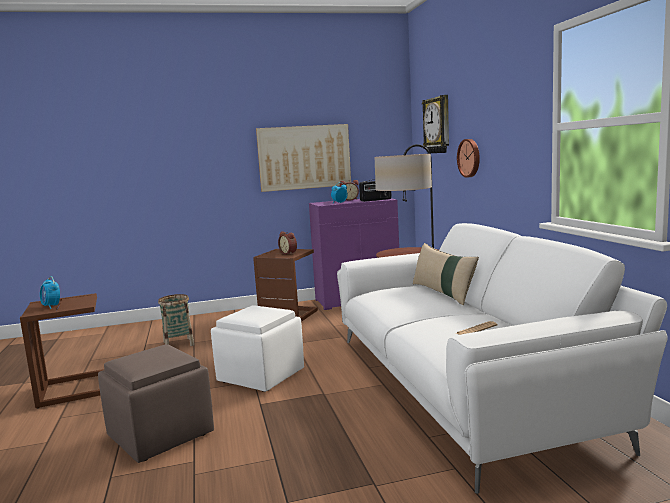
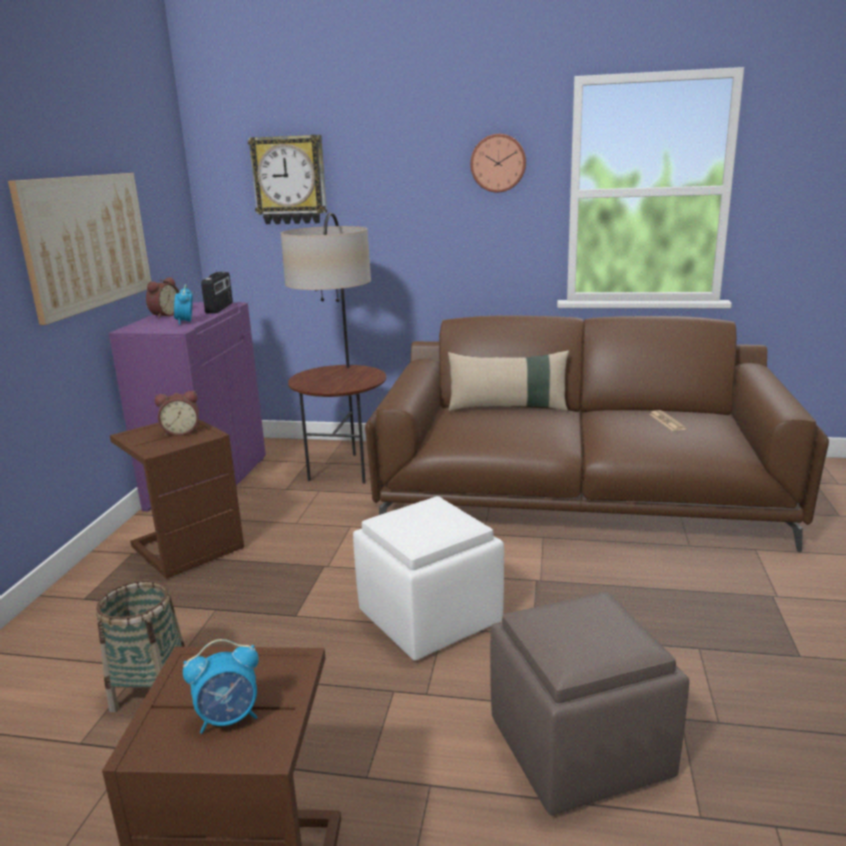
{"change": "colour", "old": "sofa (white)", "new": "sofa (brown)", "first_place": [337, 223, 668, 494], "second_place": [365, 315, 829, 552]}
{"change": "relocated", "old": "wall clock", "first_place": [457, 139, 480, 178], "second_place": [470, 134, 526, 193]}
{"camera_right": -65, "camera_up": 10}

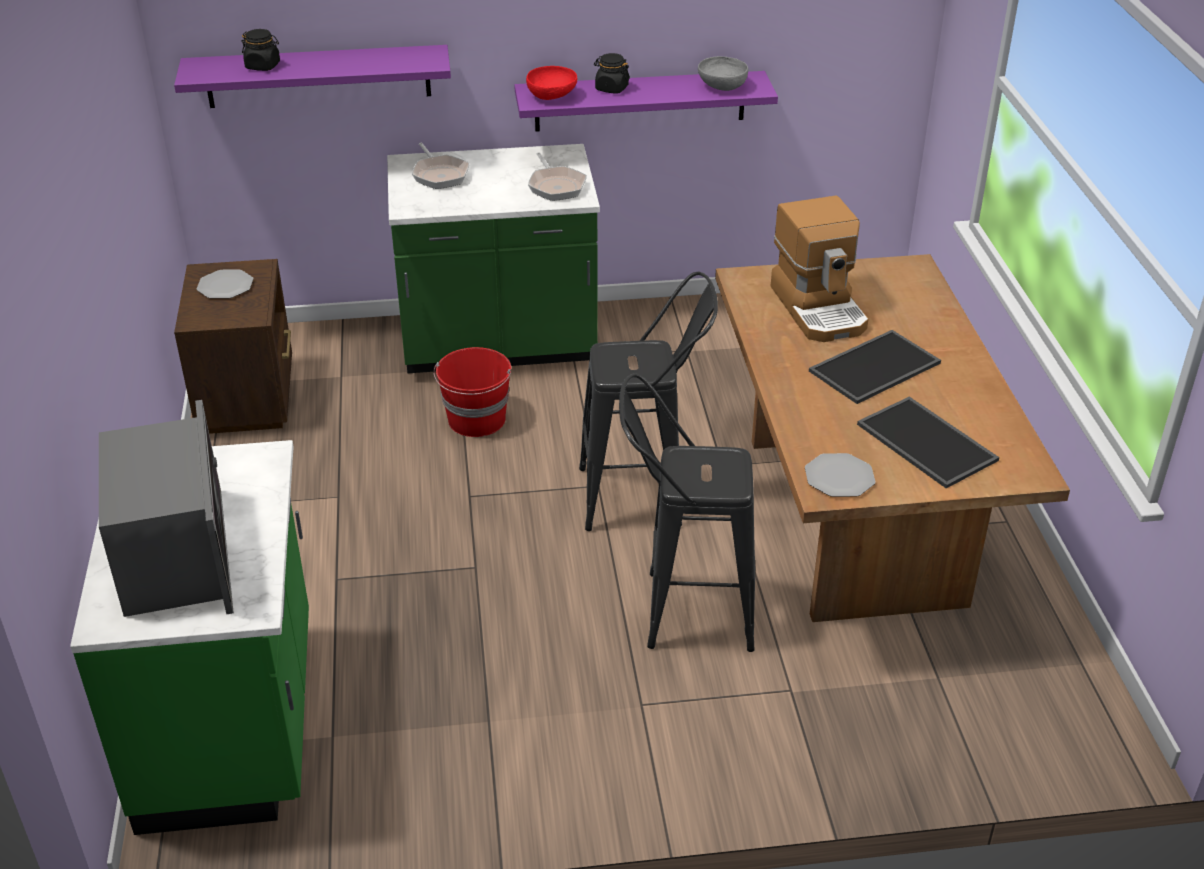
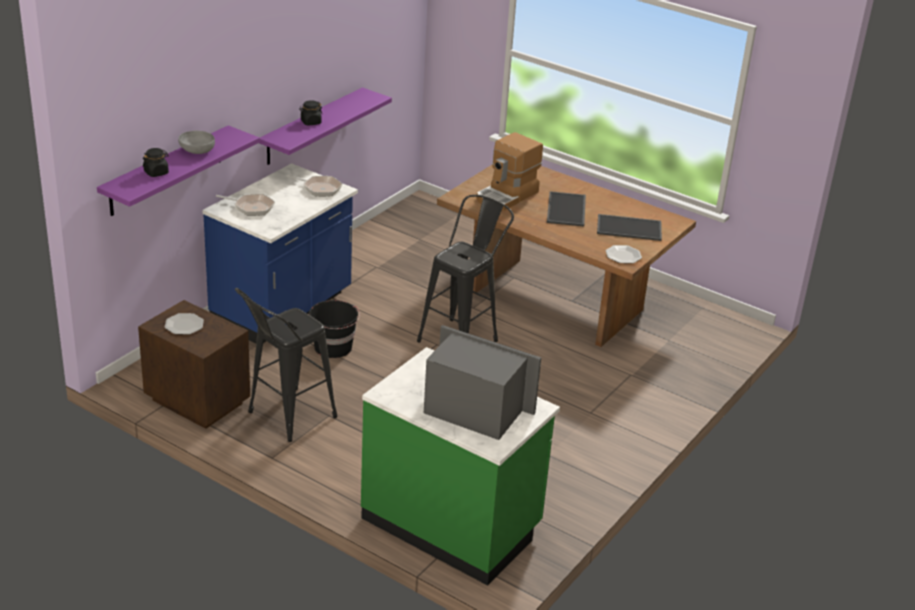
{"change": "relocated", "old": "bowl (grey)", "first_place": [698, 56, 748, 91], "second_place": [178, 131, 215, 154]}
{"change": "colour", "old": "counter (green)", "new": "counter (blue)", "first_place": [387, 144, 600, 374], "second_place": [202, 163, 358, 344]}
{"change": "relocated", "old": "stool (black)", "first_place": [619, 373, 756, 652], "second_place": [235, 288, 337, 442]}
{"change": "colour", "old": "bucket (red)", "new": "bucket (black)", "first_place": [433, 347, 511, 437], "second_place": [309, 300, 360, 358]}
{"change": "spun", "old": "coffee machine", "first_place": [771, 196, 868, 342], "second_place": [476, 132, 543, 211], "degrees": 105}
{"change": "missing", "old": "bowl (red)", "first_place": [526, 66, 577, 100]}
{"camera_right": -50, "camera_up": -5}

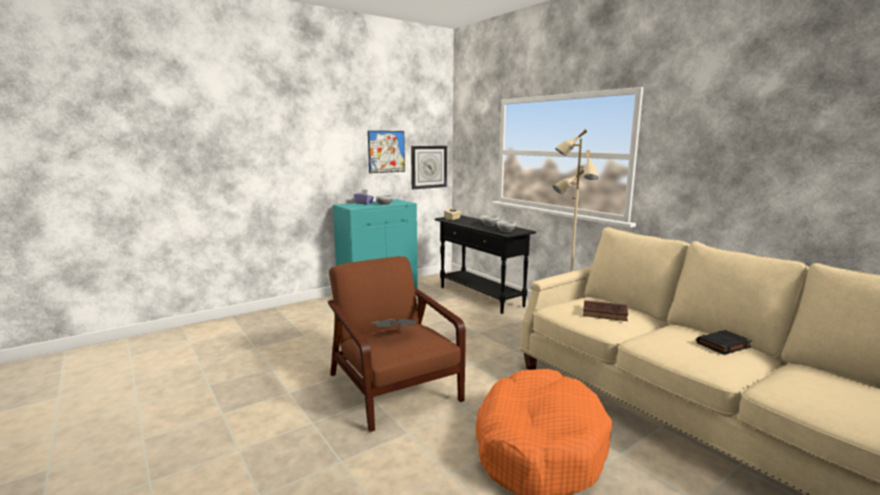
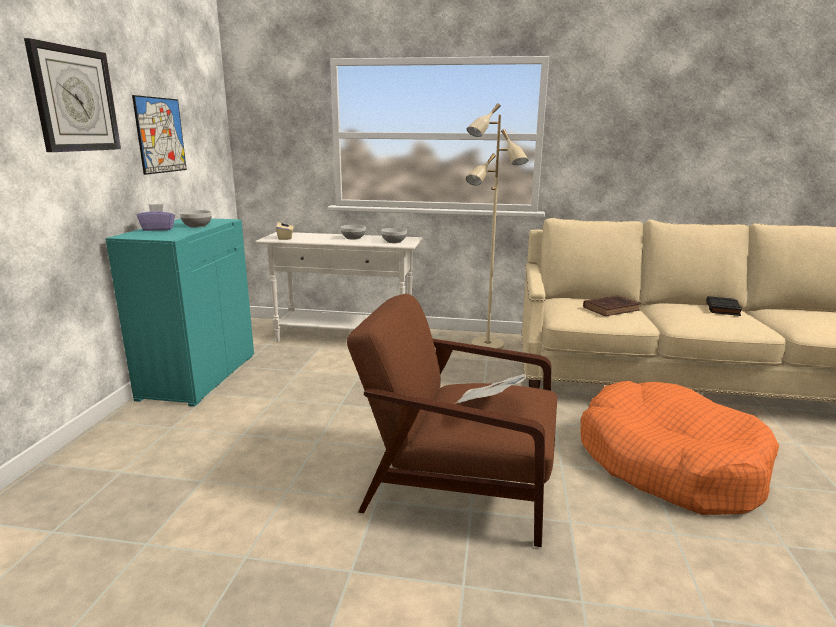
{"change": "relocated", "old": "wall clock", "first_place": [411, 146, 447, 189], "second_place": [24, 38, 121, 152]}
{"change": "colour", "old": "console table (black)", "new": "console table (white)", "first_place": [435, 215, 536, 314], "second_place": [256, 232, 422, 342]}
{"camera_right": -45, "camera_up": 5}

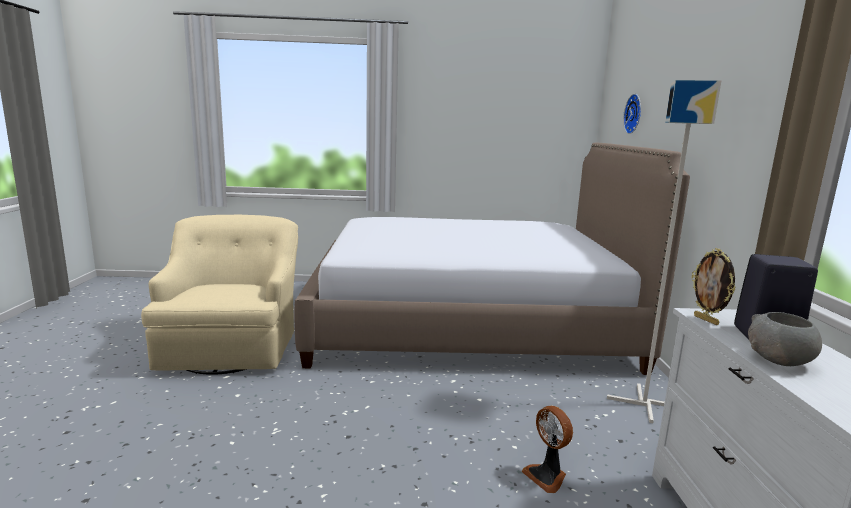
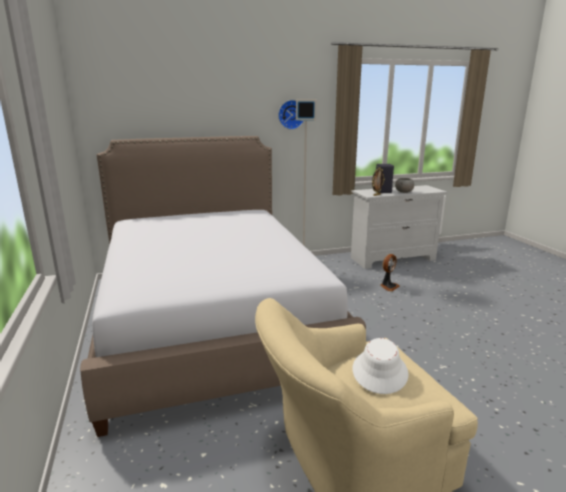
{"change": "relocated", "old": "wall clock", "first_place": [623, 94, 641, 134], "second_place": [278, 100, 304, 130]}
{"change": "appeared", "new": "hat (white)", "second_place": [353, 338, 408, 394]}
{"camera_right": -105, "camera_up": 5}

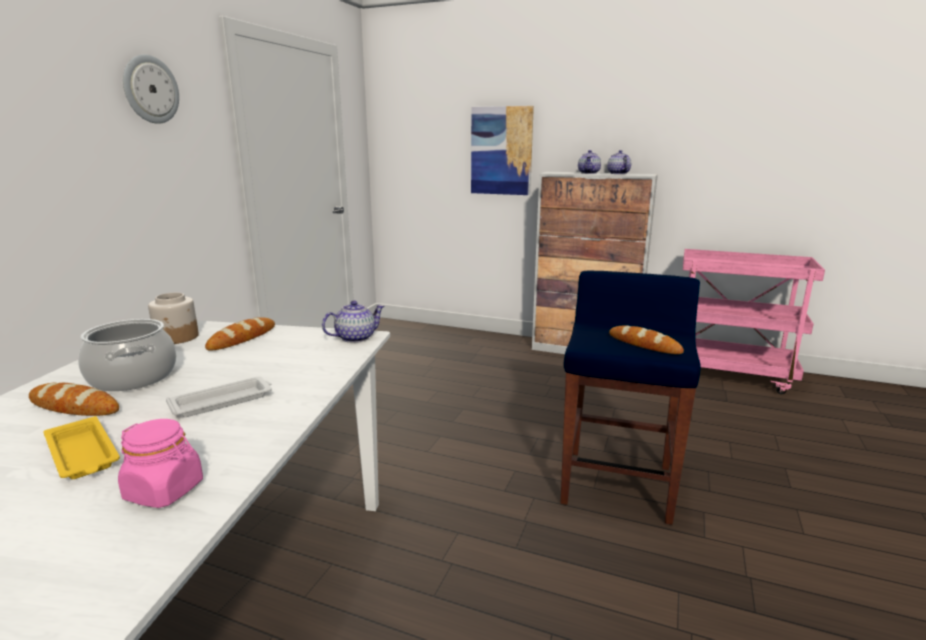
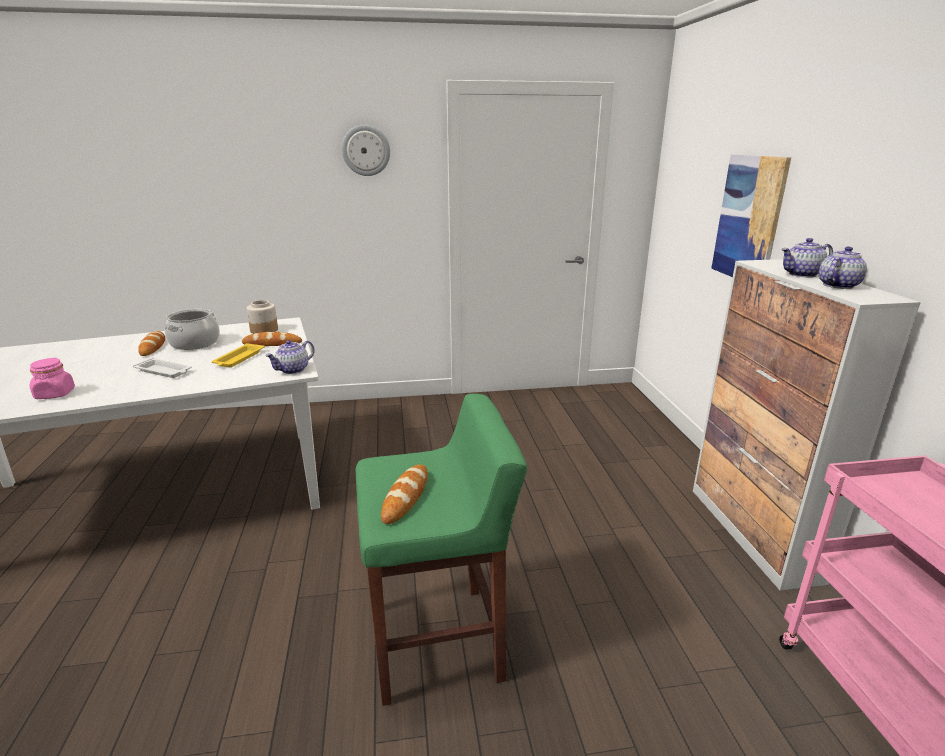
{"change": "relocated", "old": "tray (yellow)", "first_place": [44, 416, 120, 479], "second_place": [212, 343, 264, 367]}
{"change": "spun", "old": "teapot", "first_place": [322, 300, 385, 343], "second_place": [265, 340, 315, 374], "degrees": 105}
{"change": "colour", "old": "stool (blue)", "new": "stool (green)", "first_place": [560, 270, 701, 525], "second_place": [356, 394, 527, 706]}
{"camera_right": 60, "camera_up": 5}

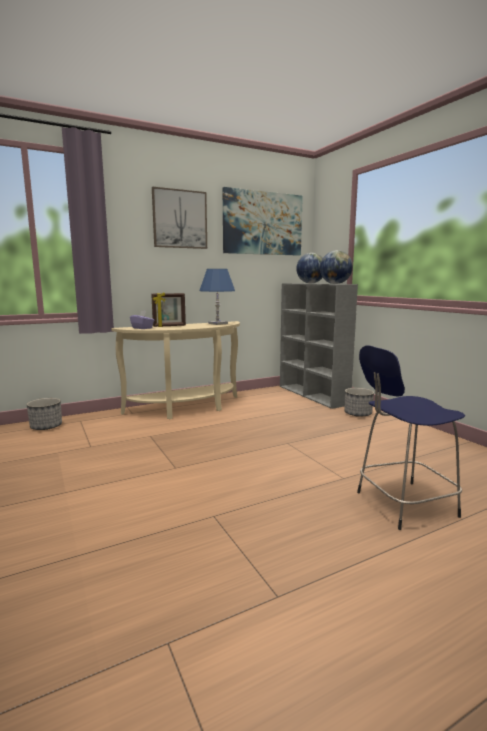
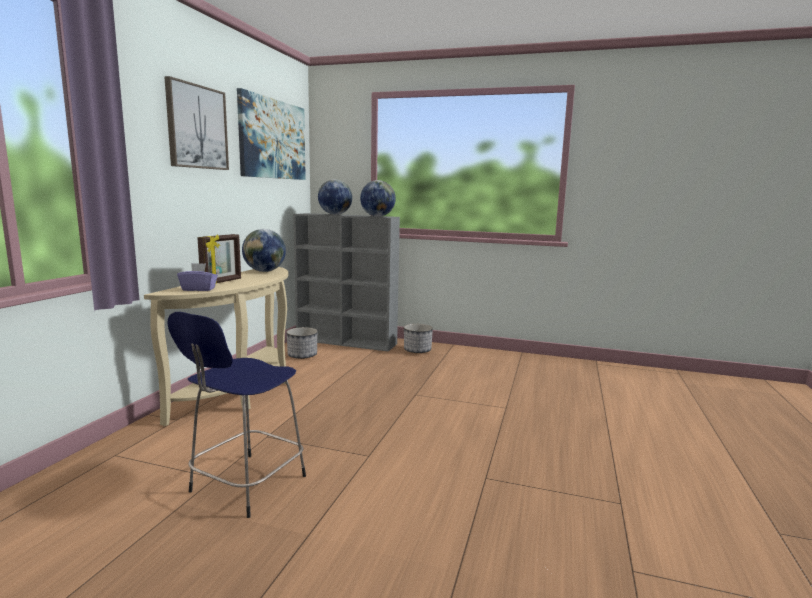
{"change": "relocated", "old": "stool (blue)", "first_place": [357, 345, 465, 530], "second_place": [167, 312, 306, 518]}
{"change": "exchanged", "old": "table lamp (blue)", "new": "globe", "first_place": [199, 269, 235, 325], "second_place": [242, 229, 286, 272]}
{"change": "relocated", "old": "planter", "first_place": [27, 398, 62, 430], "second_place": [286, 327, 317, 359]}
{"camera_right": -45, "camera_up": 0}

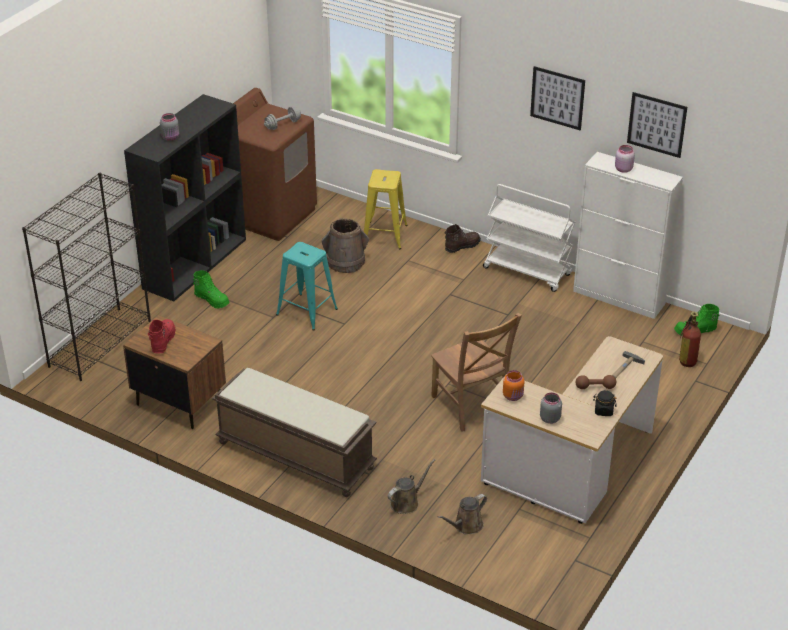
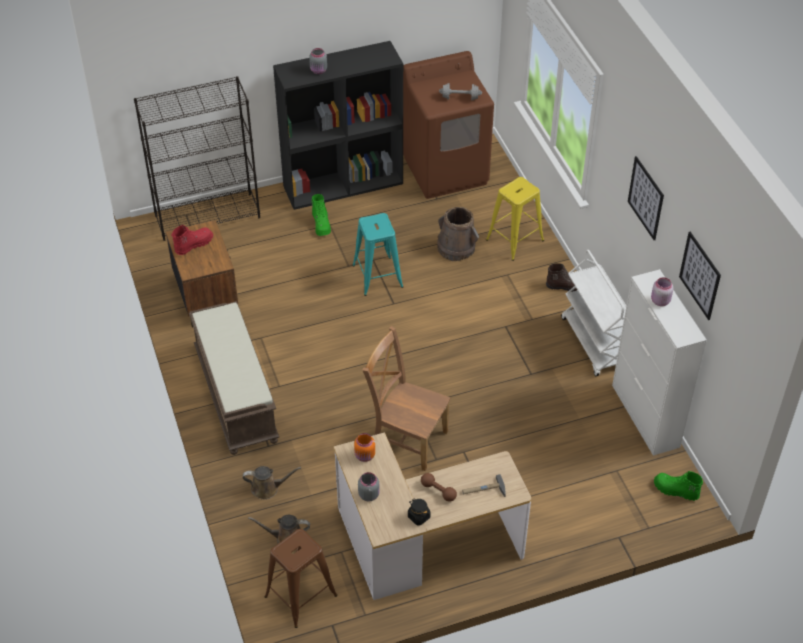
{"change": "appeared", "new": "stool (brown)", "second_place": [265, 529, 337, 628]}
{"change": "spun", "old": "chair (brown)", "first_place": [431, 313, 522, 432], "second_place": [363, 326, 450, 471], "degrees": 105}
{"change": "missing", "old": "fire extinguisher", "first_place": [679, 311, 701, 367]}
{"camera_right": 40, "camera_up": 10}

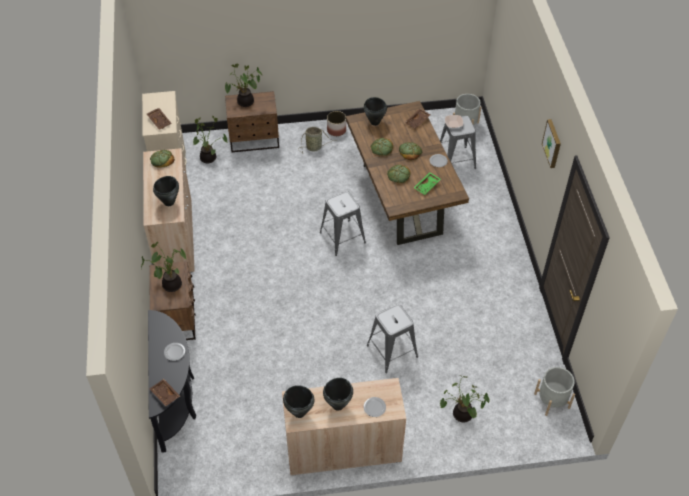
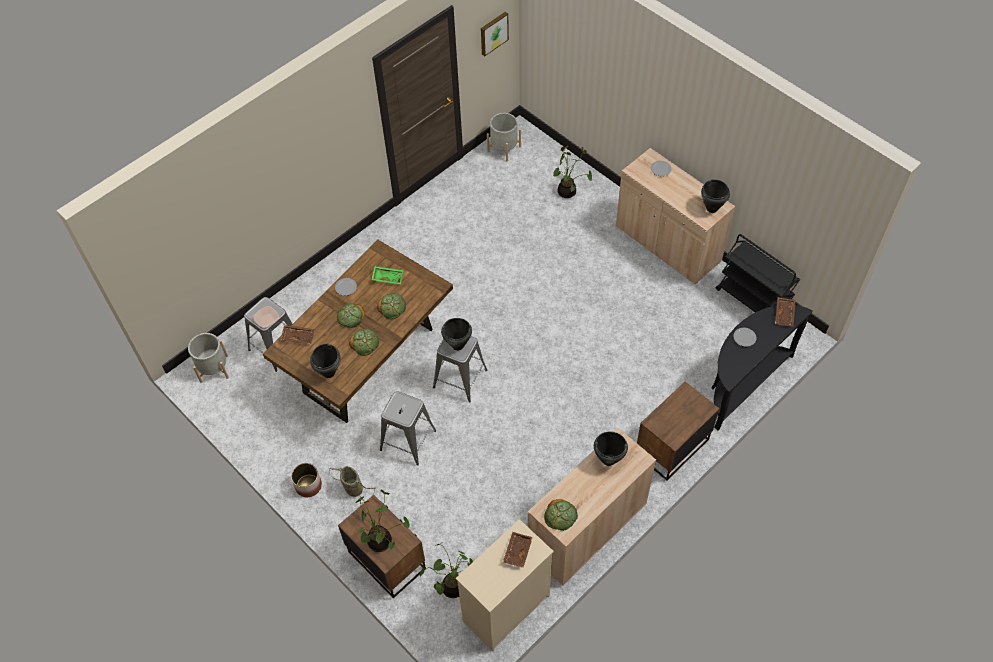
{"change": "relocated", "old": "stool (grey)", "first_place": [367, 304, 418, 373], "second_place": [380, 391, 436, 465]}
{"change": "relocated", "old": "cooking pot (black)", "first_place": [323, 378, 353, 411], "second_place": [441, 318, 472, 350]}
{"change": "relocated", "old": "picture", "first_place": [542, 119, 561, 168], "second_place": [481, 12, 509, 56]}
{"change": "appeared", "new": "cart (black)", "second_place": [716, 234, 800, 312]}
{"change": "missing", "old": "potted plant", "first_place": [141, 242, 187, 292]}
{"camera_right": -125, "camera_up": 5}

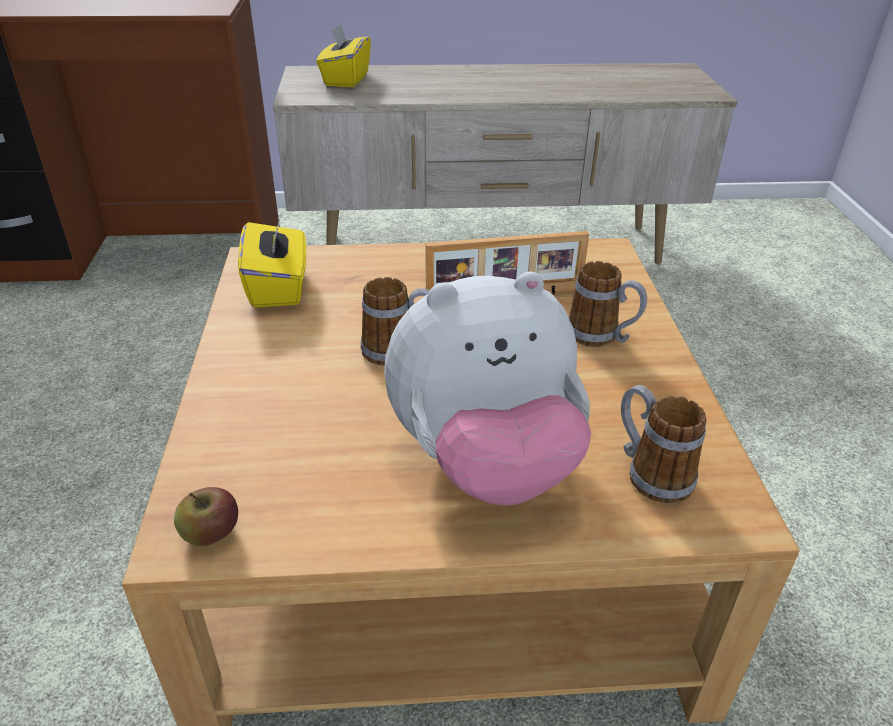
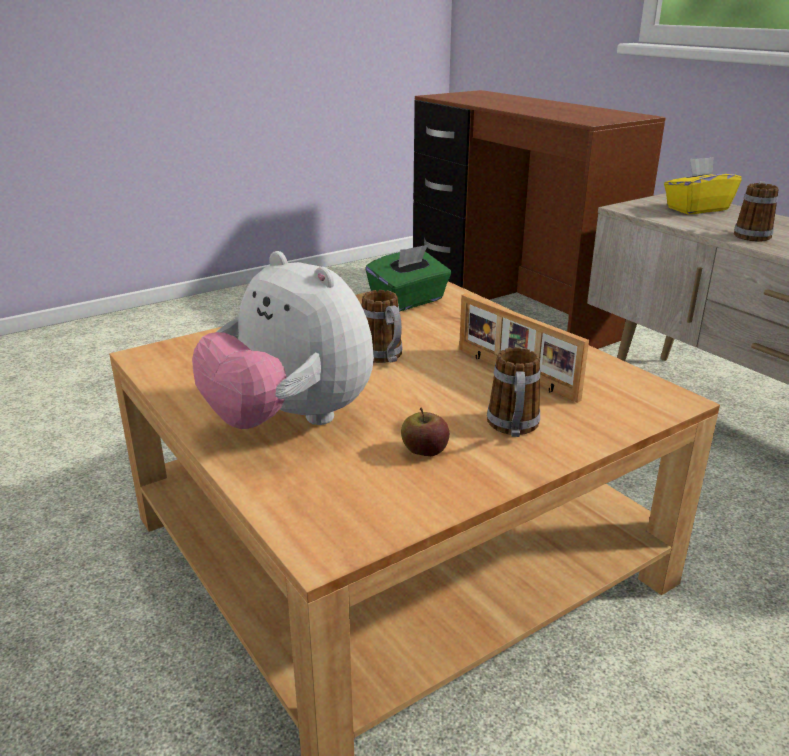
{"change": "colour", "old": "tissue box (yellow)", "new": "tissue box (green)", "first_place": [238, 213, 306, 307], "second_place": [365, 244, 451, 311]}
{"change": "relocated", "old": "apple", "first_place": [174, 487, 238, 546], "second_place": [401, 408, 449, 456]}
{"change": "relocated", "old": "mug", "first_place": [621, 385, 706, 503], "second_place": [734, 181, 779, 241]}
{"camera_right": 60, "camera_up": -10}

